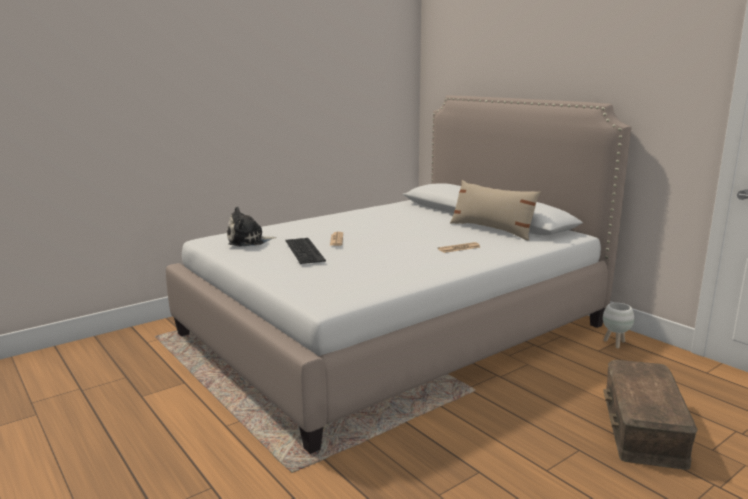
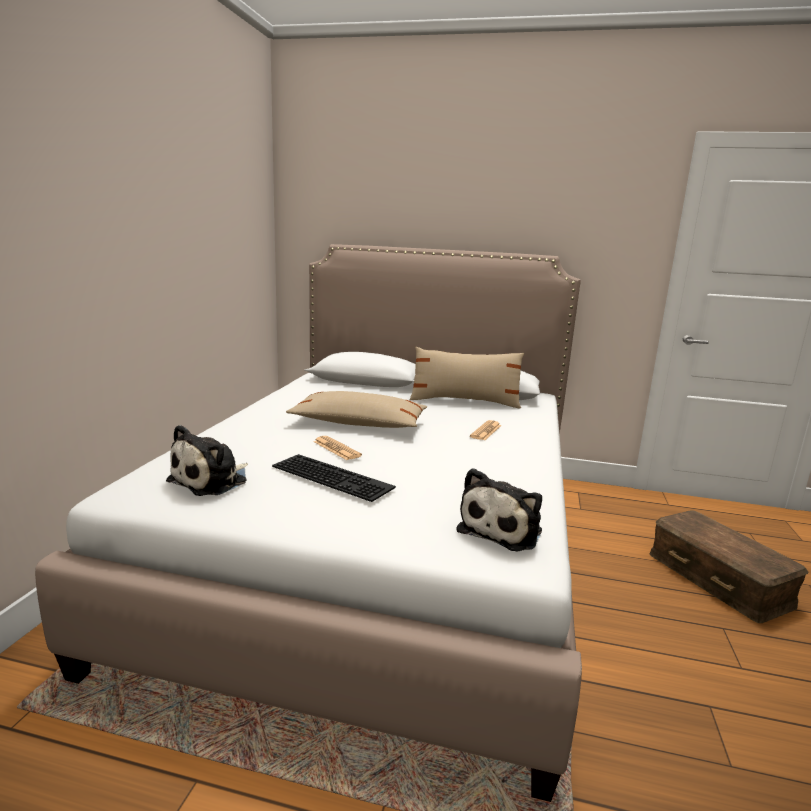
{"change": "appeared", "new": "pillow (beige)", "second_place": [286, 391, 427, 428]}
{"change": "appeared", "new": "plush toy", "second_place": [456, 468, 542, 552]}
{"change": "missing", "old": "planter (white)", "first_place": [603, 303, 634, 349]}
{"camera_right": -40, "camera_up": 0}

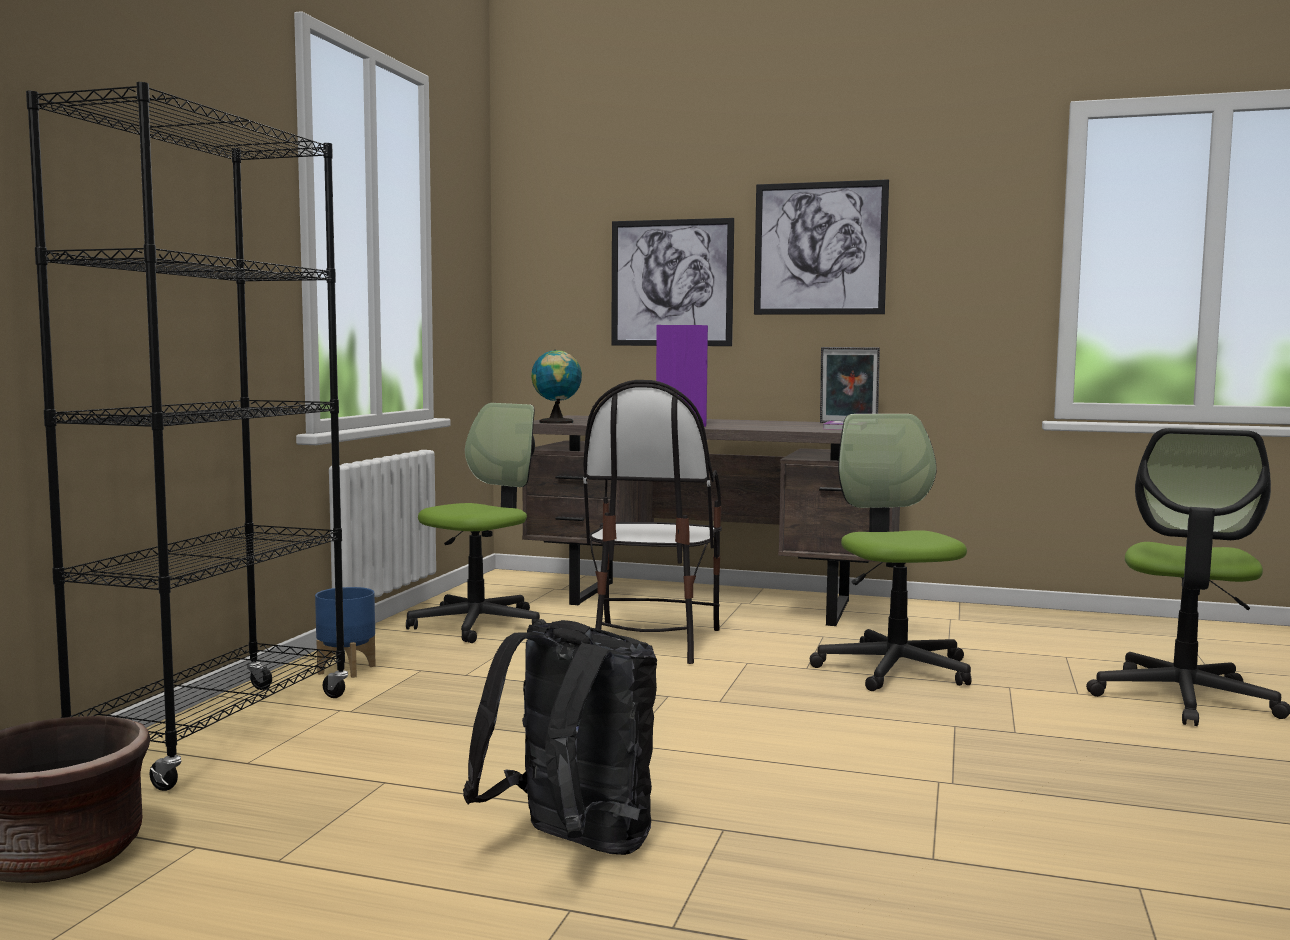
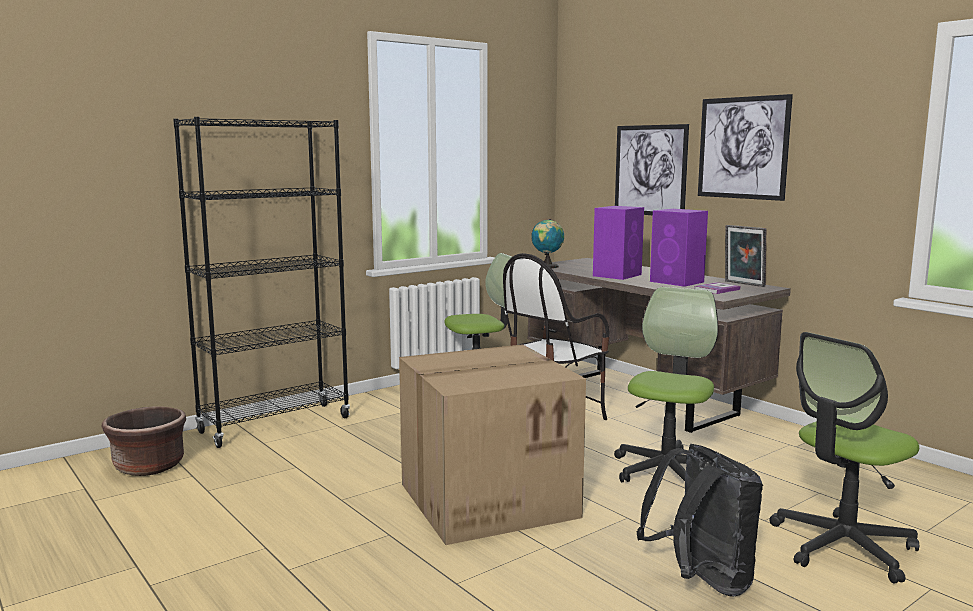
{"change": "appeared", "new": "cardboard box", "second_place": [399, 344, 586, 545]}
{"change": "relocated", "old": "backpack (black)", "first_place": [463, 620, 657, 855], "second_place": [637, 444, 763, 597]}
{"change": "appeared", "new": "speaker (purple)", "second_place": [650, 209, 708, 287]}
{"change": "missing", "old": "planter (blue)", "first_place": [315, 587, 376, 678]}
{"camera_right": 35, "camera_up": 5}

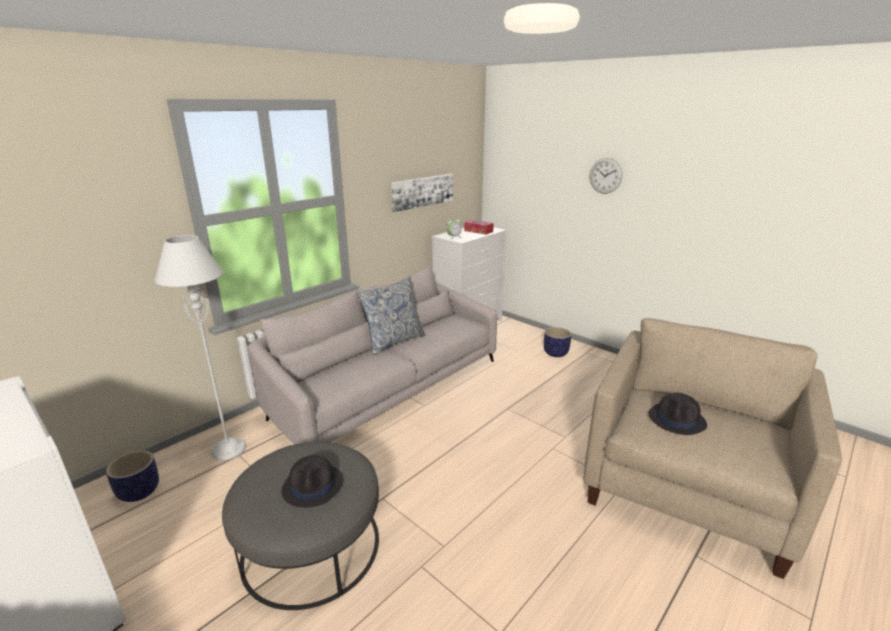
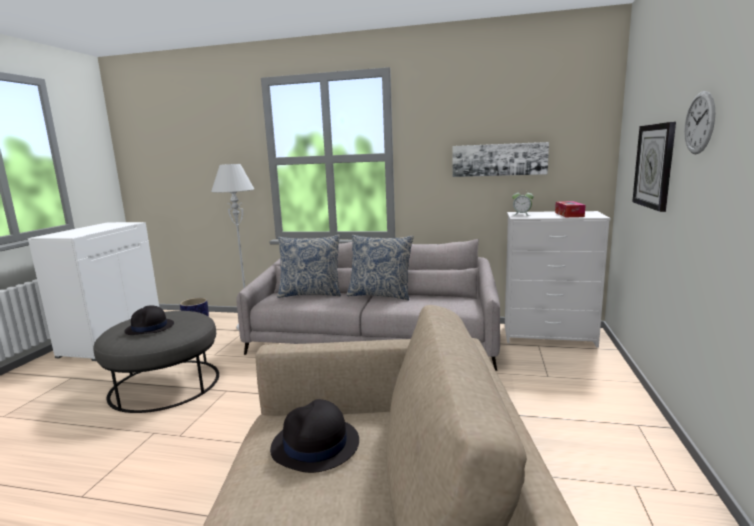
{"change": "appeared", "new": "pillow", "second_place": [277, 235, 341, 298]}
{"change": "appeared", "new": "wall clock", "second_place": [632, 122, 676, 212]}
{"change": "missing", "old": "planter", "first_place": [544, 327, 571, 357]}
{"camera_right": 60, "camera_up": -10}

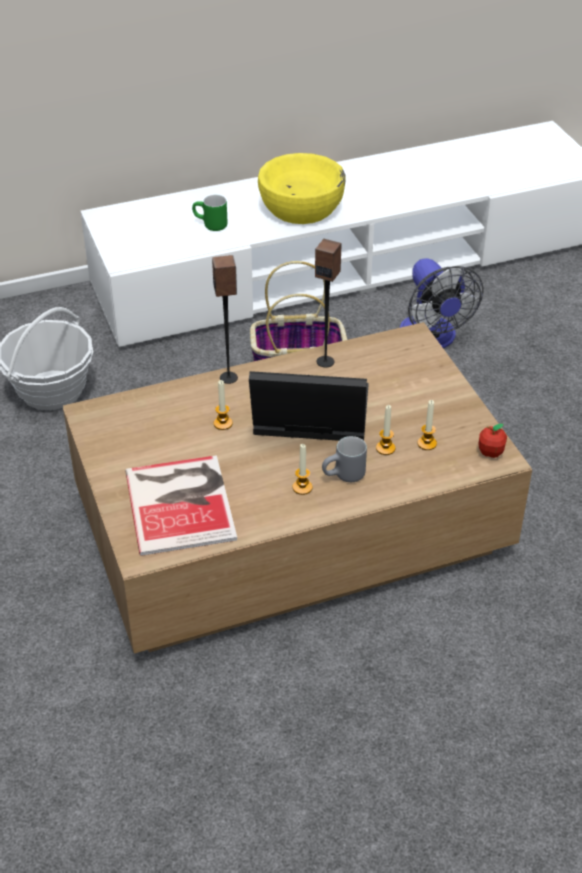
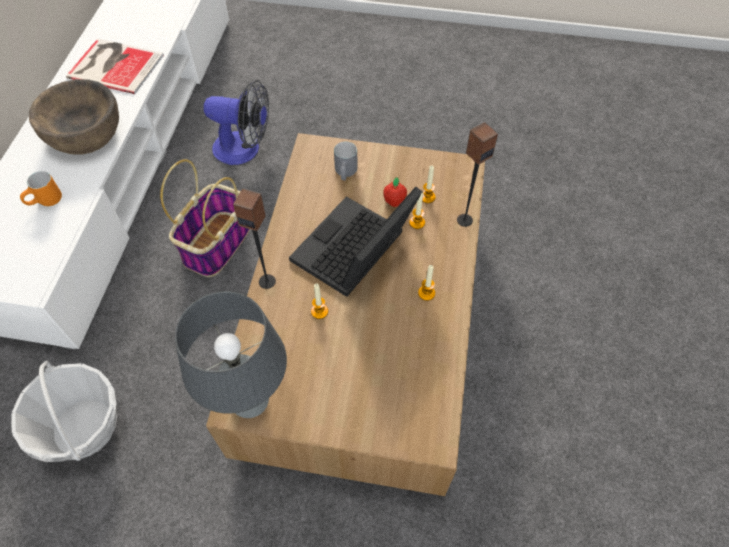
{"change": "colour", "old": "mug (green)", "new": "mug (orange)", "first_place": [192, 195, 228, 231], "second_place": [20, 171, 62, 206]}
{"change": "colour", "old": "bowl (yellow)", "new": "bowl (brown)", "first_place": [258, 153, 346, 224], "second_place": [29, 79, 119, 154]}
{"change": "relocated", "old": "book", "first_place": [125, 455, 237, 556], "second_place": [66, 39, 164, 94]}
{"change": "appeared", "new": "table lamp (grey)", "second_place": [175, 291, 287, 418]}
{"change": "relocated", "old": "mug (grey)", "first_place": [322, 436, 367, 482], "second_place": [334, 141, 358, 180]}
{"change": "relocated", "old": "apple", "first_place": [478, 423, 507, 458], "second_place": [383, 177, 407, 207]}
{"change": "relocated", "old": "speaker", "first_place": [315, 239, 342, 367], "second_place": [457, 122, 498, 227]}
{"camera_right": -60, "camera_up": 15}

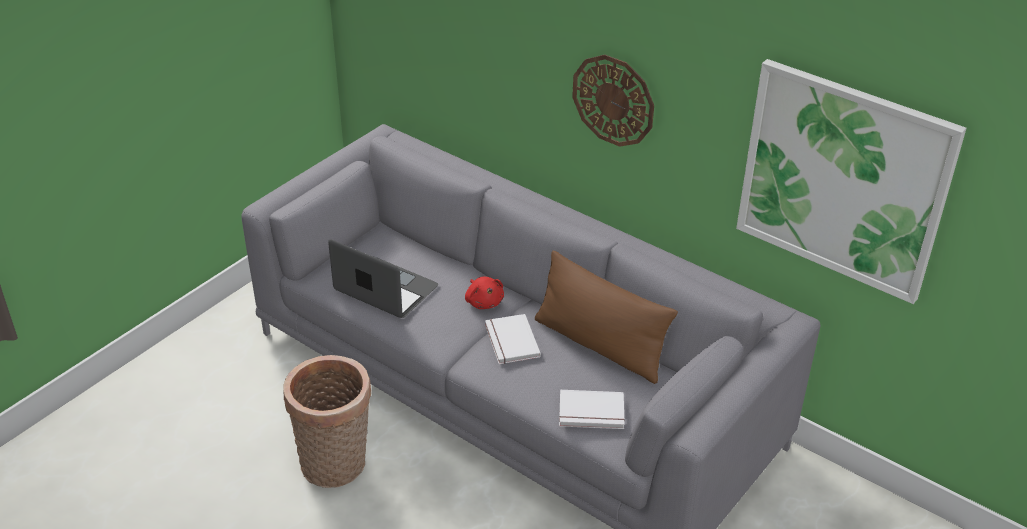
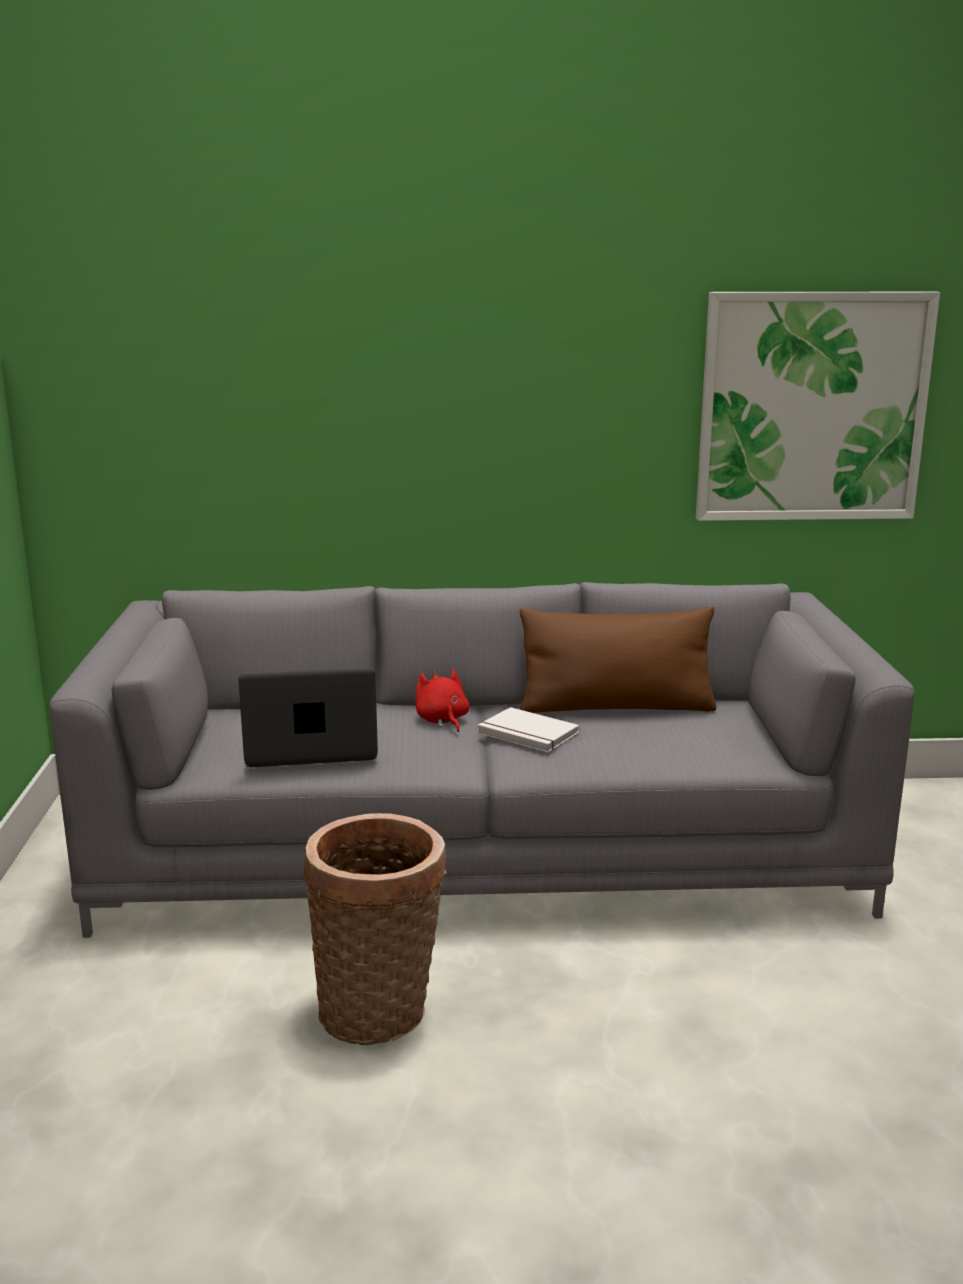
{"change": "spun", "old": "plush toy (red)", "first_place": [465, 277, 504, 309], "second_place": [415, 669, 470, 732], "degrees": -135}
{"change": "missing", "old": "book (white)", "first_place": [559, 390, 625, 429]}
{"change": "missing", "old": "wall clock", "first_place": [572, 55, 654, 147]}
{"camera_right": -40, "camera_up": -20}

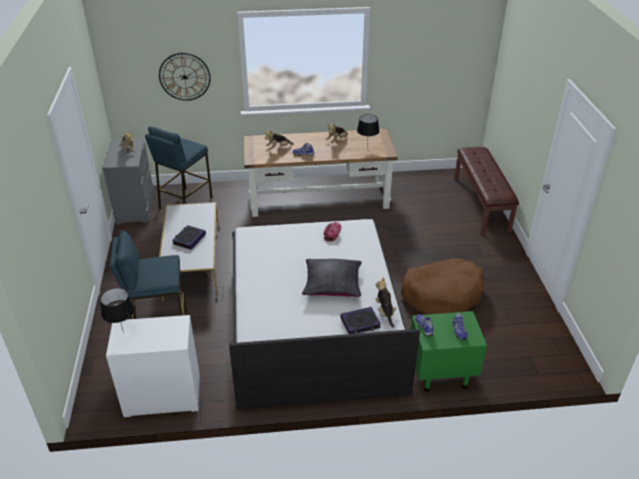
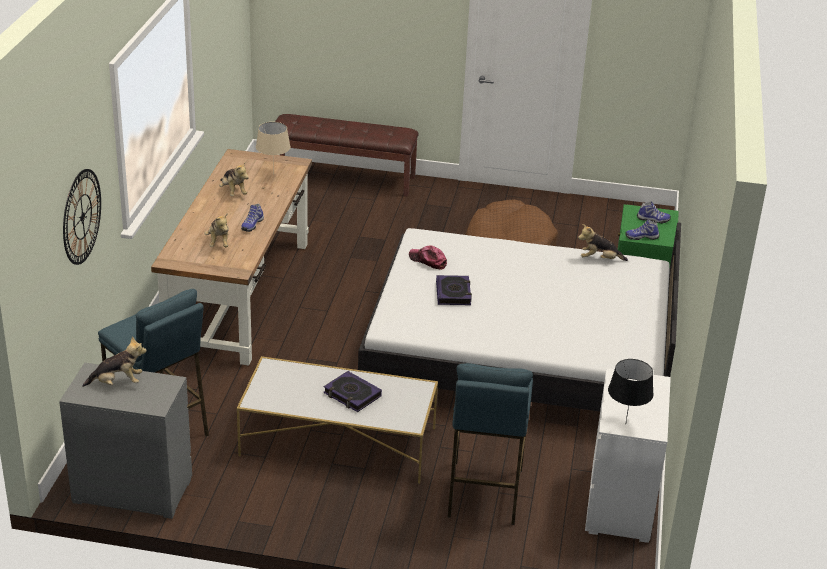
{"change": "colour", "old": "table lamp (black)", "new": "table lamp (beige)", "first_place": [357, 114, 379, 149], "second_place": [256, 122, 291, 175]}
{"change": "relocated", "old": "book", "first_place": [340, 307, 381, 334], "second_place": [436, 275, 472, 305]}
{"change": "missing", "old": "pillow (black)", "first_place": [302, 259, 362, 297]}
{"camera_right": -75, "camera_up": -5}

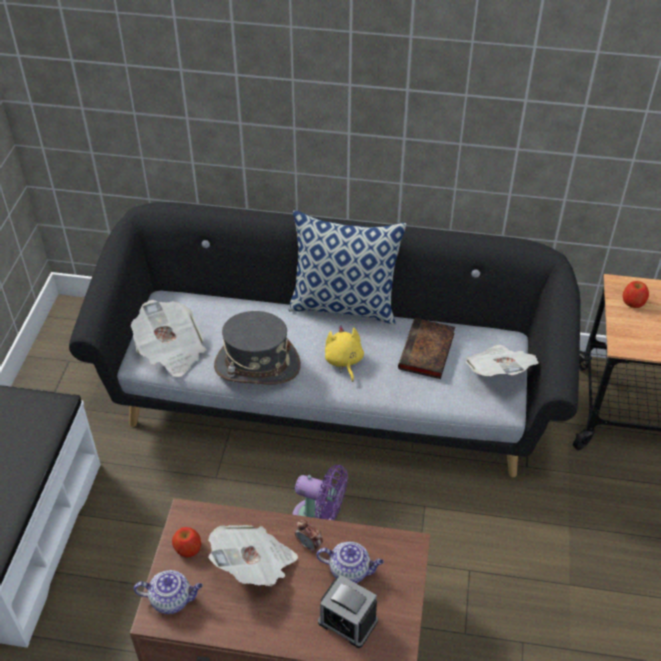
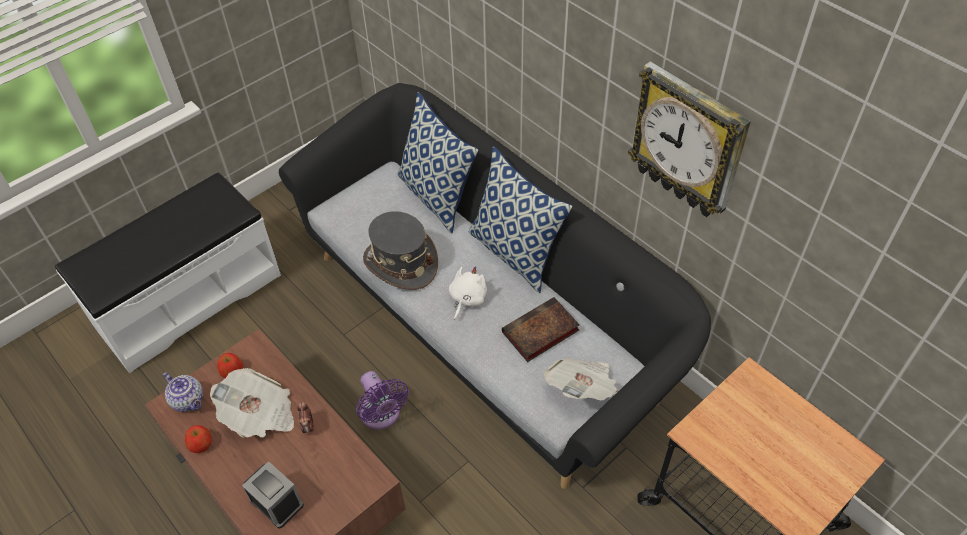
{"change": "relocated", "old": "apple", "first_place": [623, 281, 649, 308], "second_place": [185, 425, 212, 453]}
{"change": "spun", "old": "alarm clock", "first_place": [318, 575, 378, 648], "second_place": [242, 461, 304, 529], "degrees": 150}
{"change": "appeared", "new": "pillow", "second_place": [397, 92, 479, 234]}
{"change": "colour", "old": "plush toy (yellow)", "new": "plush toy (white)", "first_place": [325, 325, 364, 382], "second_place": [449, 267, 487, 320]}
{"change": "appeared", "new": "wall clock", "second_place": [628, 61, 751, 217]}
{"change": "missing", "old": "newspaper", "first_place": [131, 300, 206, 377]}
{"change": "missing", "old": "teapot", "first_place": [316, 542, 384, 583]}
{"camera_right": 40, "camera_up": 5}

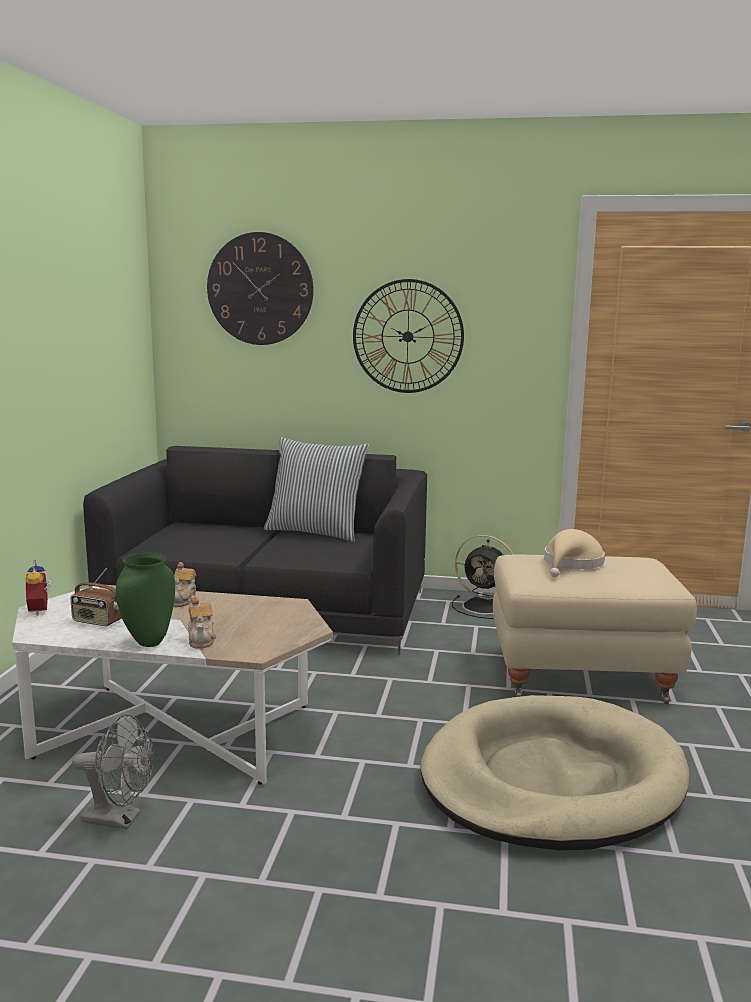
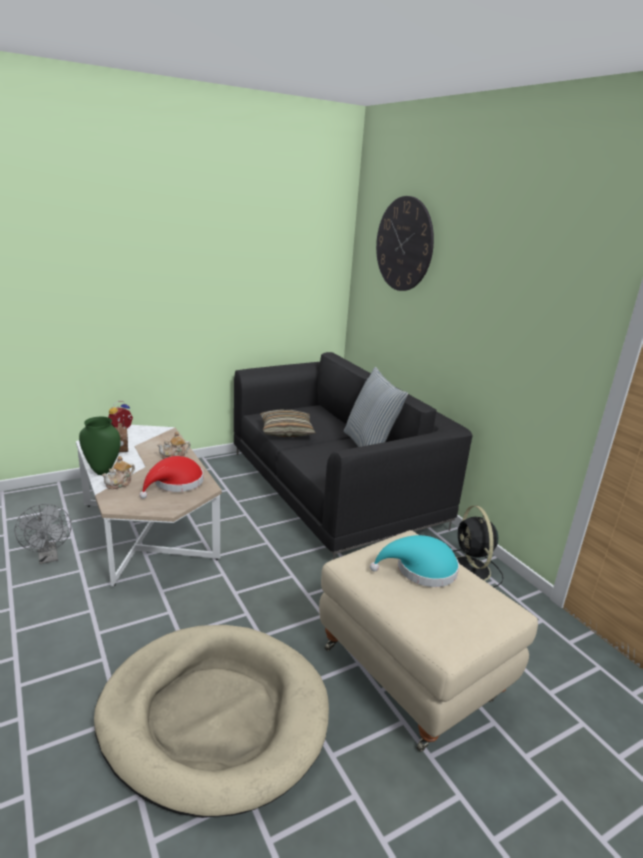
{"change": "appeared", "new": "hat (red)", "second_place": [139, 456, 203, 499]}
{"change": "appeared", "new": "pillow", "second_place": [260, 409, 316, 437]}
{"change": "colour", "old": "hat (beige)", "new": "hat (turquoise)", "first_place": [544, 529, 605, 577], "second_place": [370, 535, 459, 587]}
{"change": "missing", "old": "wall clock", "first_place": [353, 279, 464, 393]}
{"camera_right": 50, "camera_up": 10}

